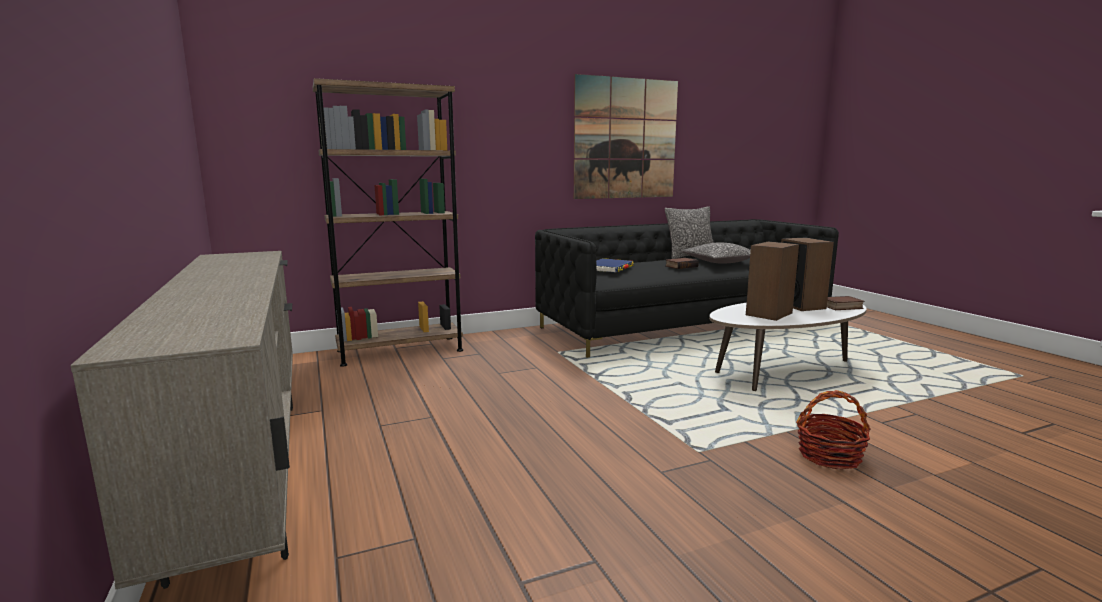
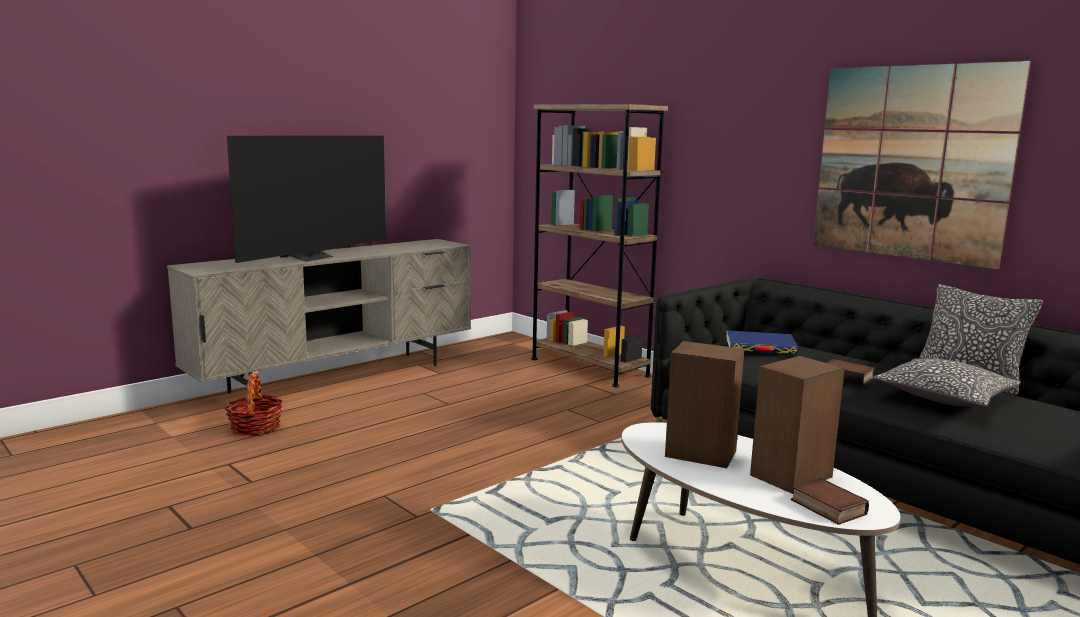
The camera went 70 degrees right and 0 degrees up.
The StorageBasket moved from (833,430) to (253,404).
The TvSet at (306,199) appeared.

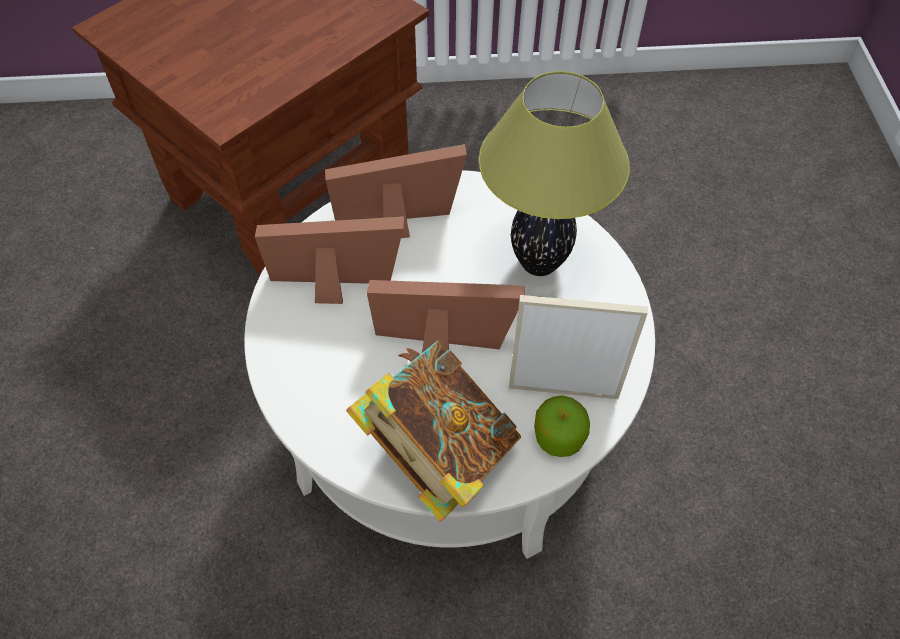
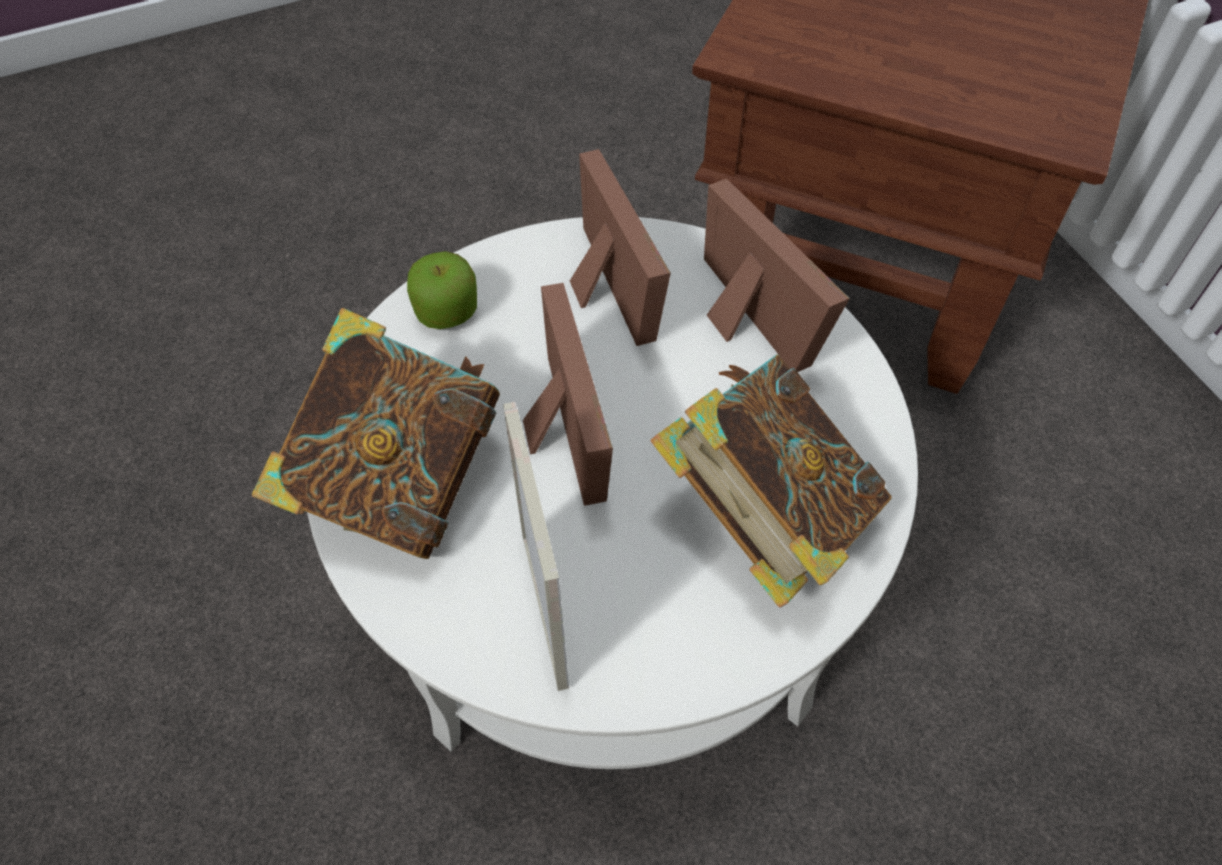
The camera went 70 degrees right and 0 degrees up.
The TableLamp at (554,173) was replaced by the Book at (771,481).
The WholeApple moved from (562,426) to (442,290).

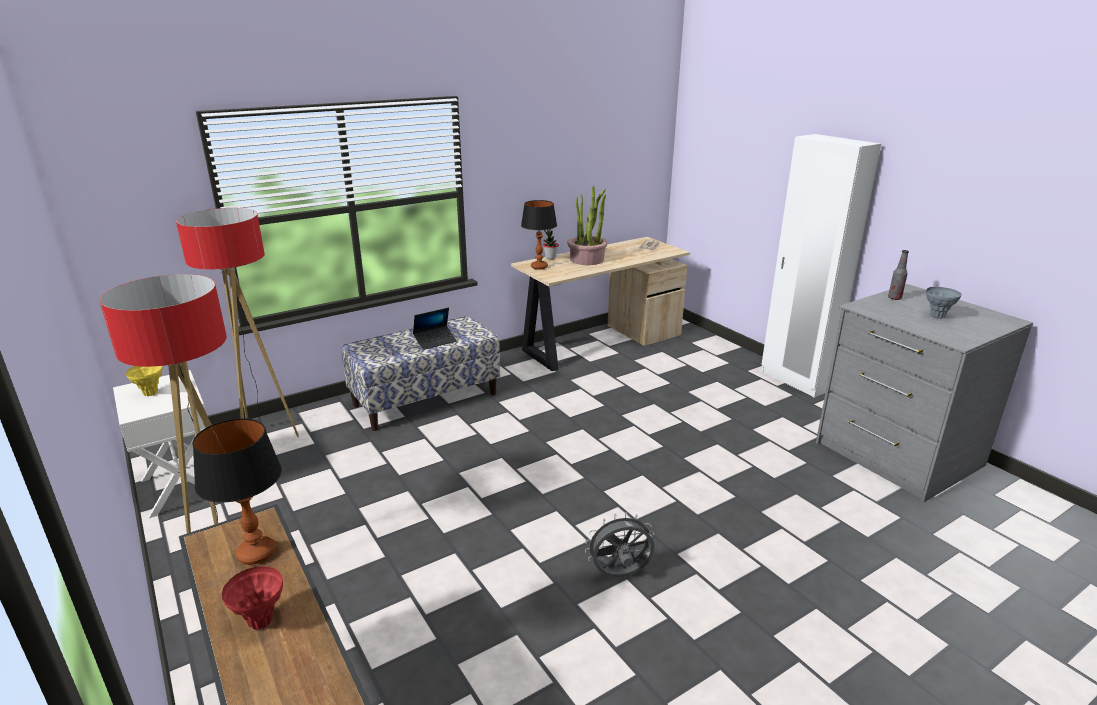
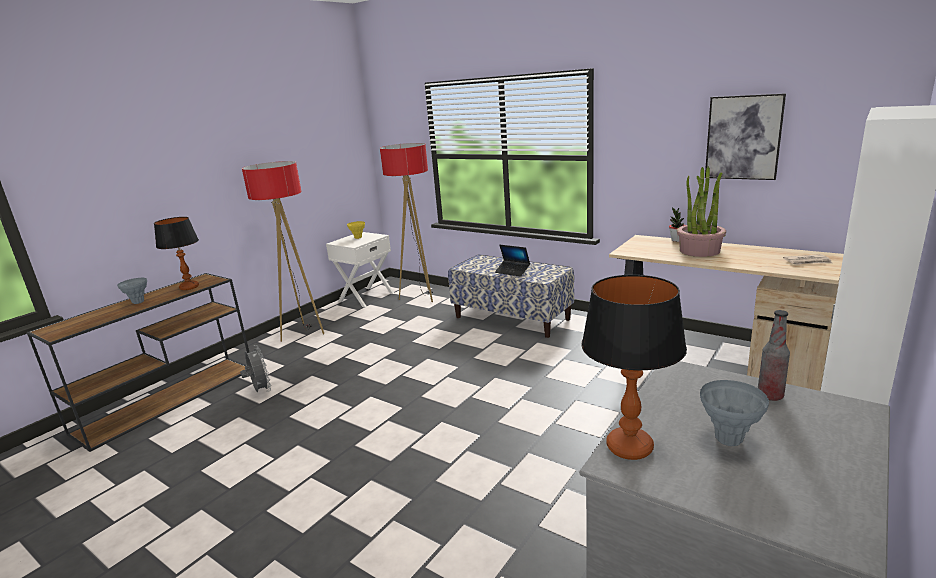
The camera went 70 degrees right and 5 degrees down.
The TableLamp moved from (539,235) to (634,367).
The GreyElectricFan moved from (620,544) to (255,368).
The RedColouredFlowerVase at (252,598) became the GreyFlowerVase at (132,291).
The WallArt at (745,136) appeared.

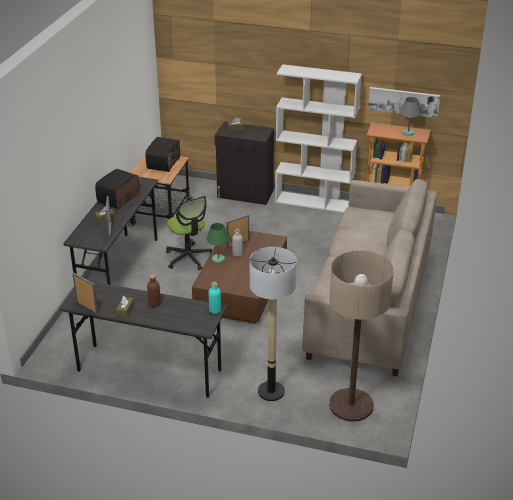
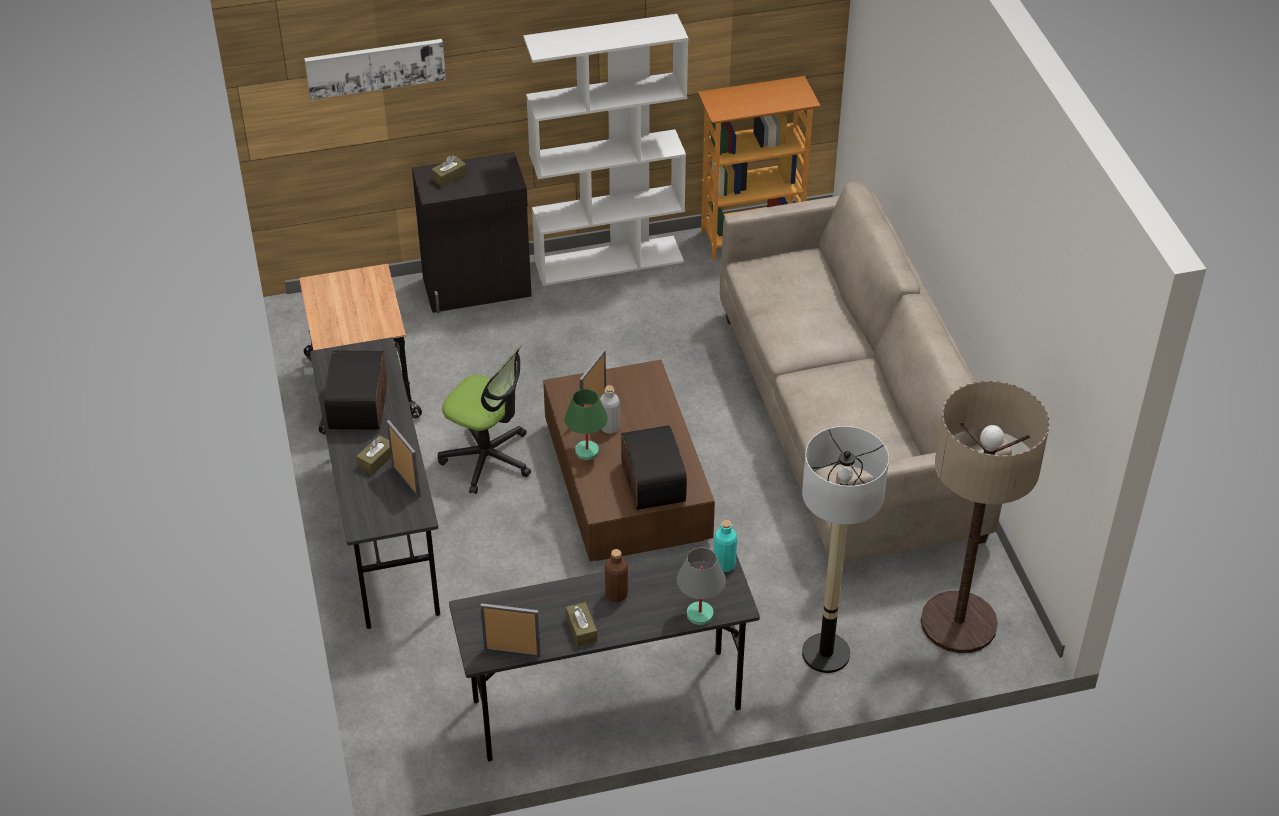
The camera went 30 degrees left and 10 degrees up.
The WallArt moved from (404,102) to (375,69).
The GreyTableLamp moved from (410,116) to (701,586).
The Radio moved from (163,154) to (654,467).

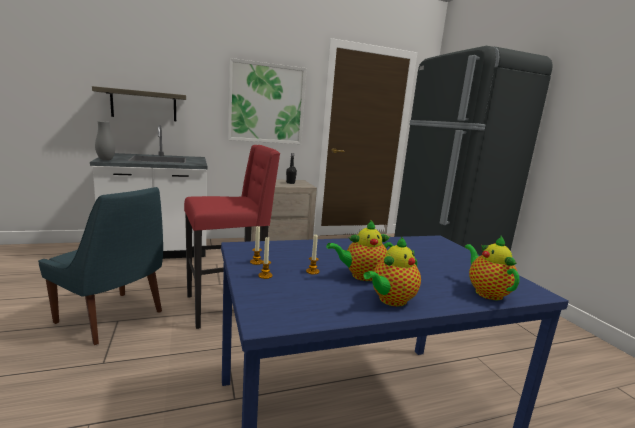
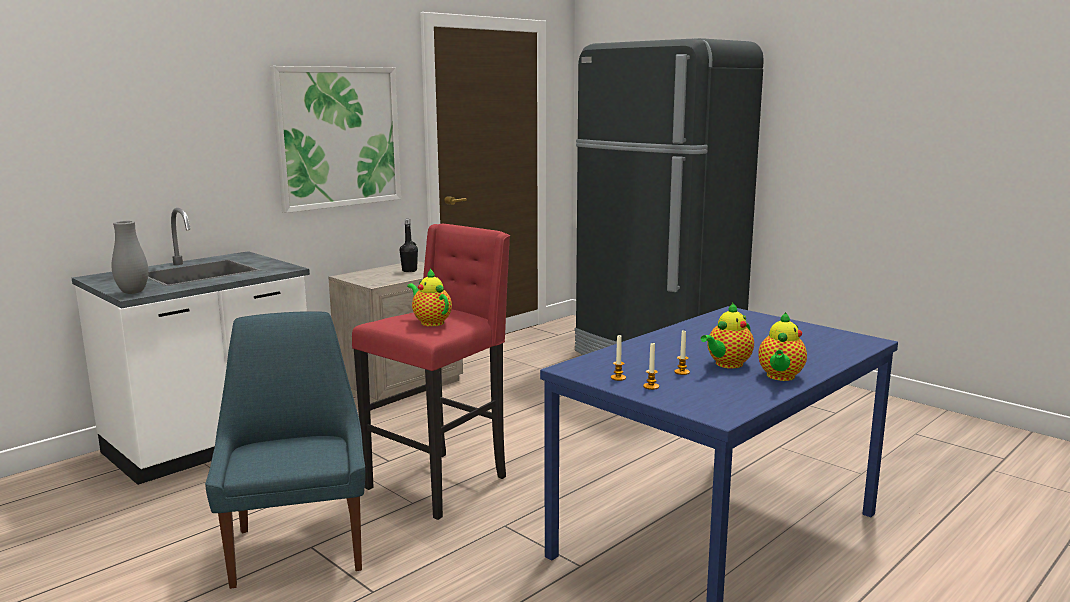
The camera went 25 degrees left and 0 degrees up.
The WallShelf at (139,103) disappeared.
The BluePlainChair at (101,266) turned 105 degrees counterclockwise.
The Teapot moved from (492,268) to (429,297).

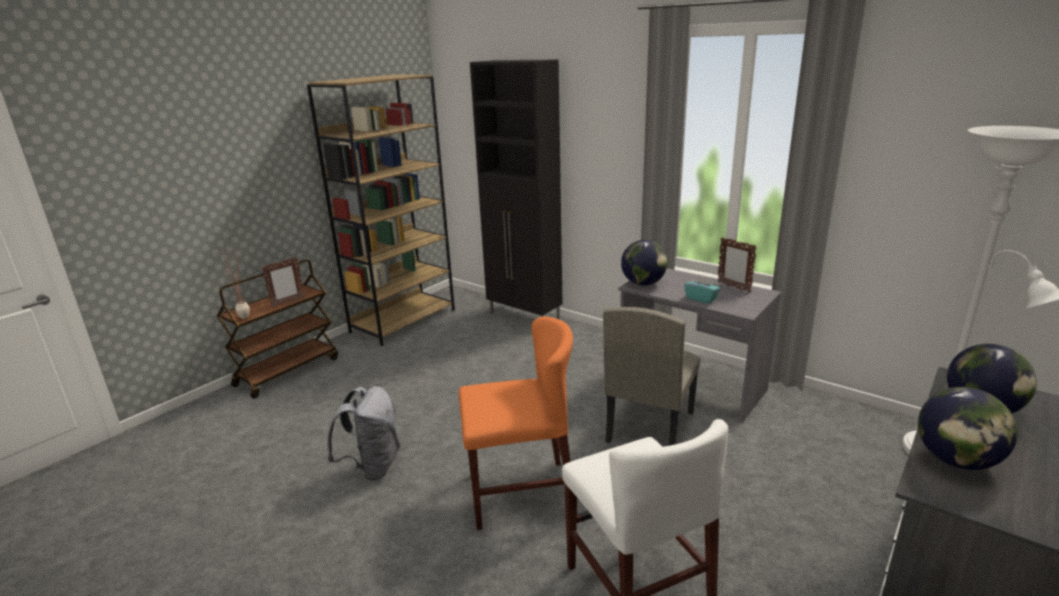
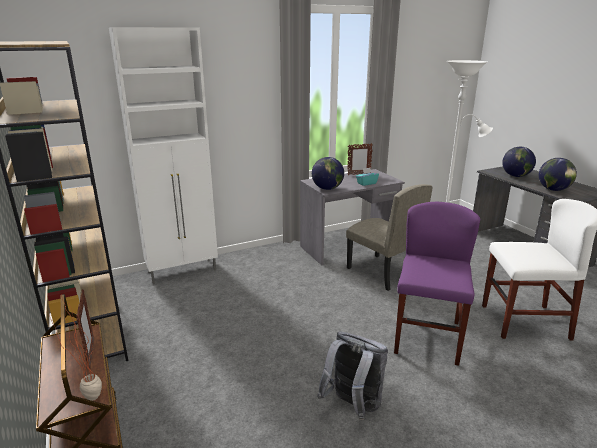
The camera went 65 degrees left and 0 degrees up.
The BlackCabinet at (516,190) became the WhitishCabinet at (163,155).
The OrangeyPlainChair at (516,423) became the PurplishPlainChair at (437,284).

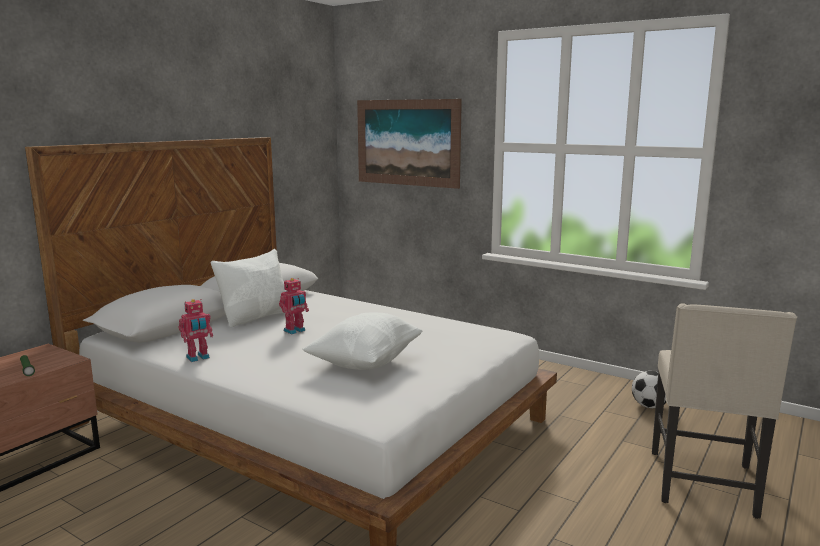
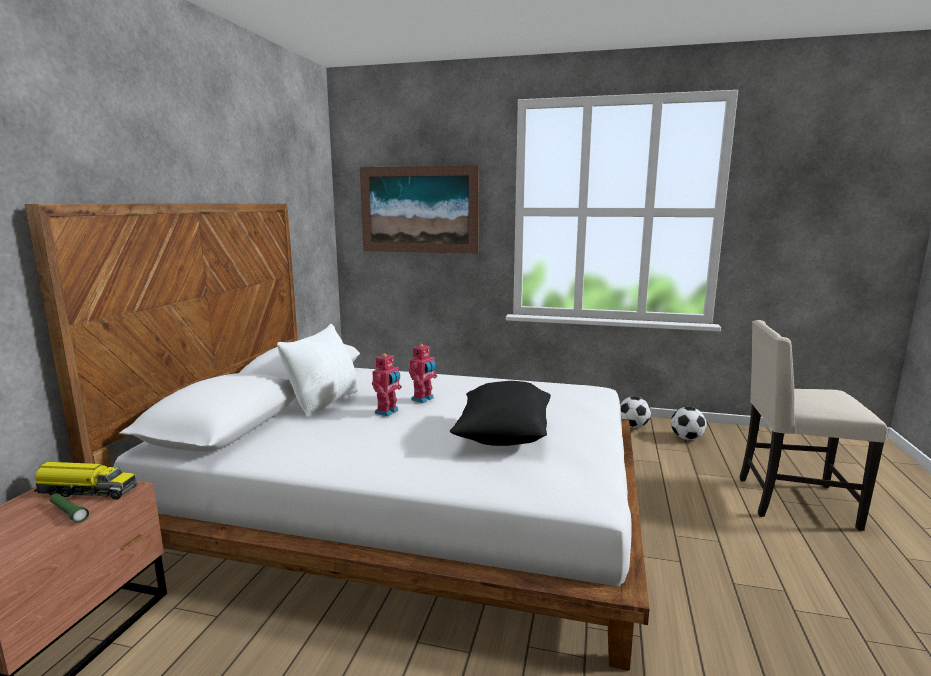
The camera went 20 degrees left and 0 degrees up.
The ToyRobot moved from (196,330) to (423,373).
The BeigePlainChair at (724,411) turned 105 degrees clockwise.
The WhitishPillow at (362,341) became the BlackPillow at (500,413).
The Football at (635,412) appeared.
The ToyTruck at (86,481) appeared.

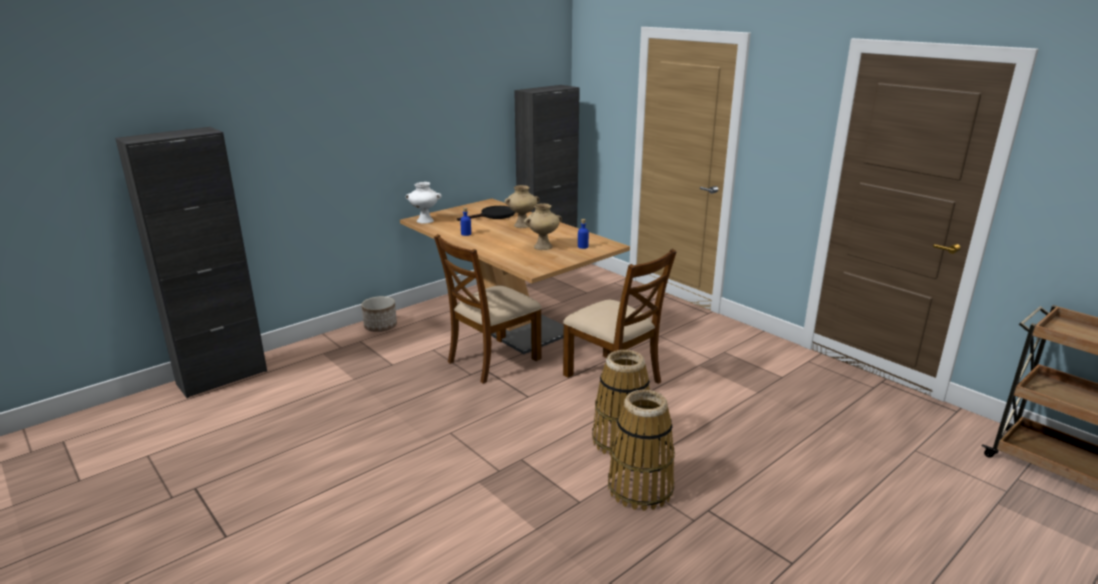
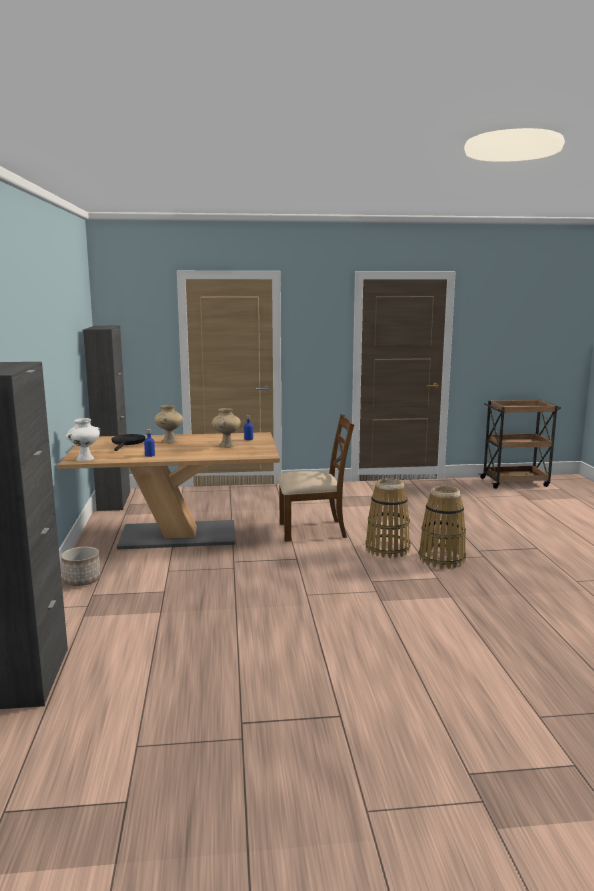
The camera went 55 degrees left and 10 degrees down.
The BrownishPlainChair at (488,309) disappeared.

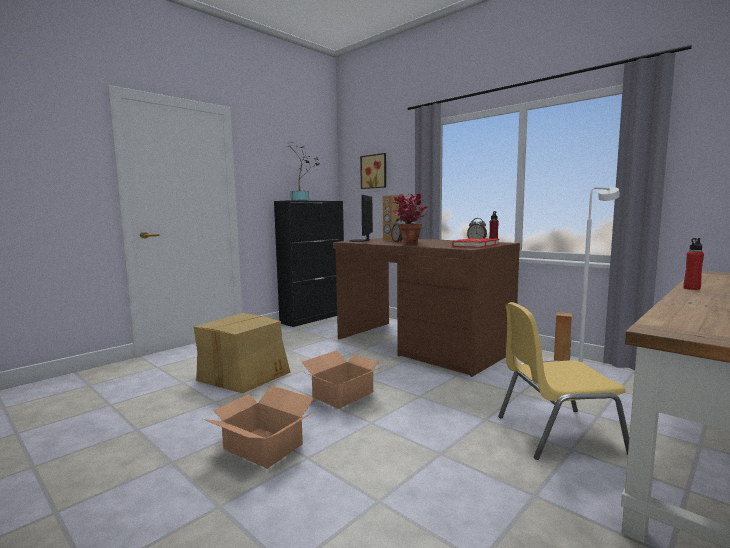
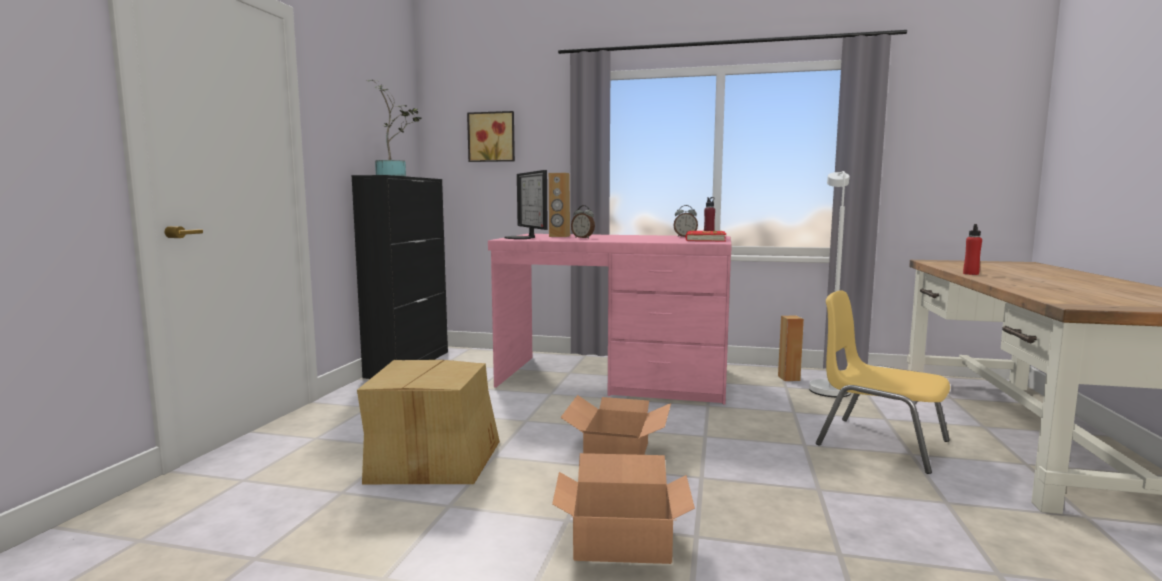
The camera went 30 degrees left and 0 degrees up.
The PlantInAPot at (410,219) disappeared.
The BrownishDeskUnit at (426,307) became the PinkColouredDeskUnit at (610,319).
The YellowishPlainChair at (563,381) turned 75 degrees clockwise.

